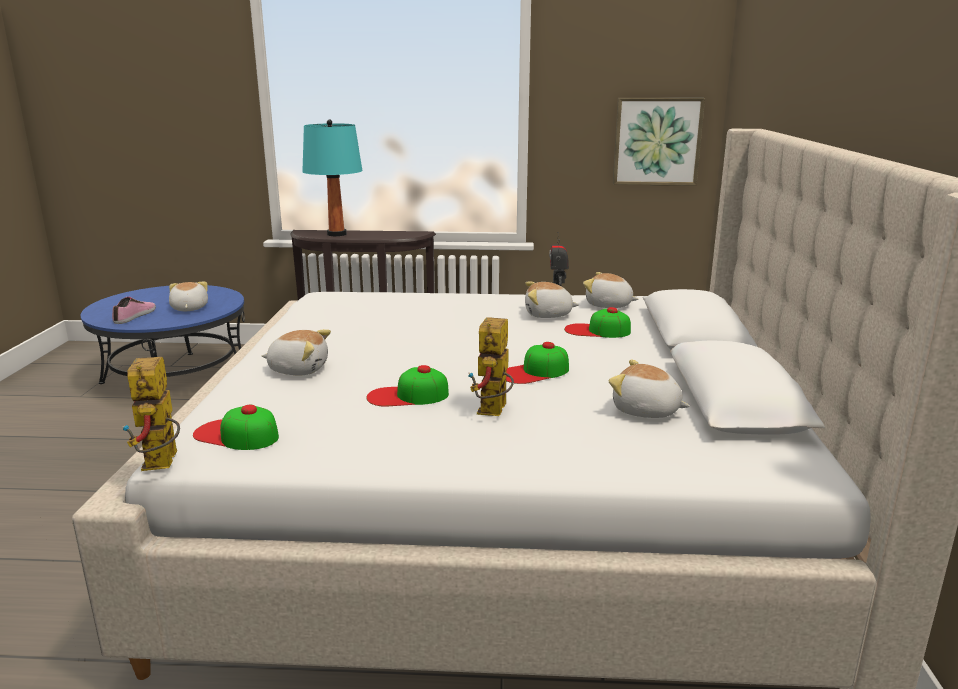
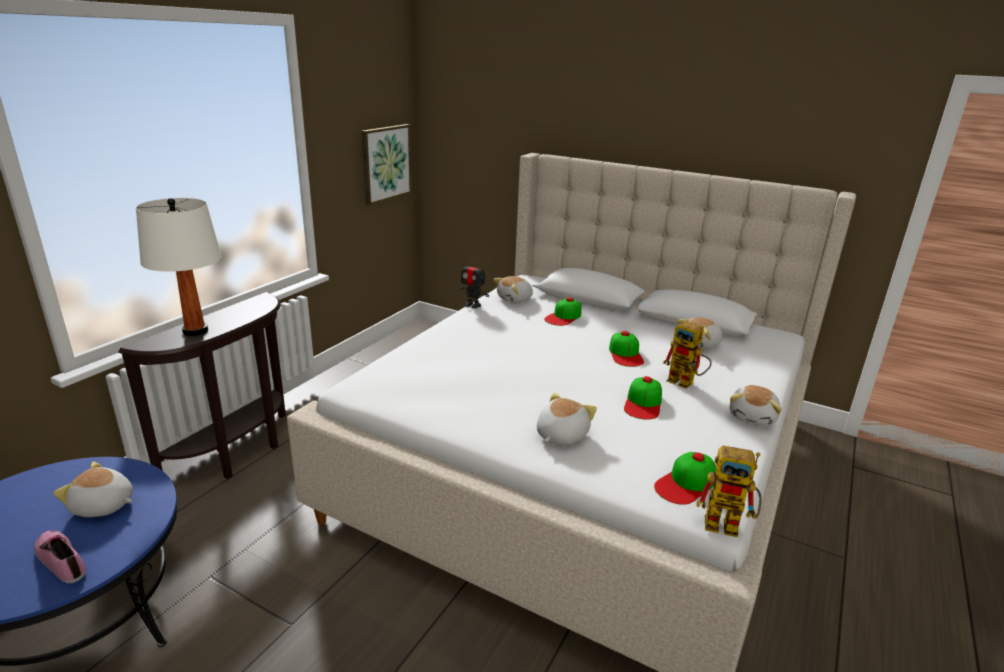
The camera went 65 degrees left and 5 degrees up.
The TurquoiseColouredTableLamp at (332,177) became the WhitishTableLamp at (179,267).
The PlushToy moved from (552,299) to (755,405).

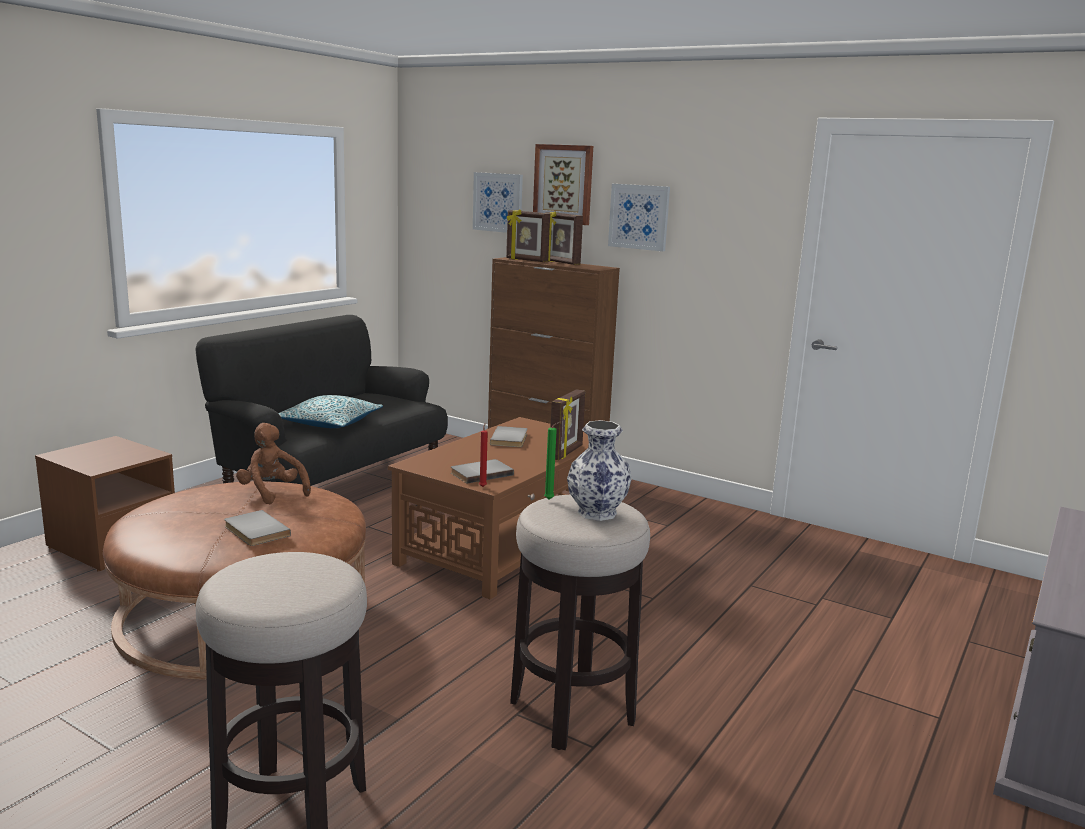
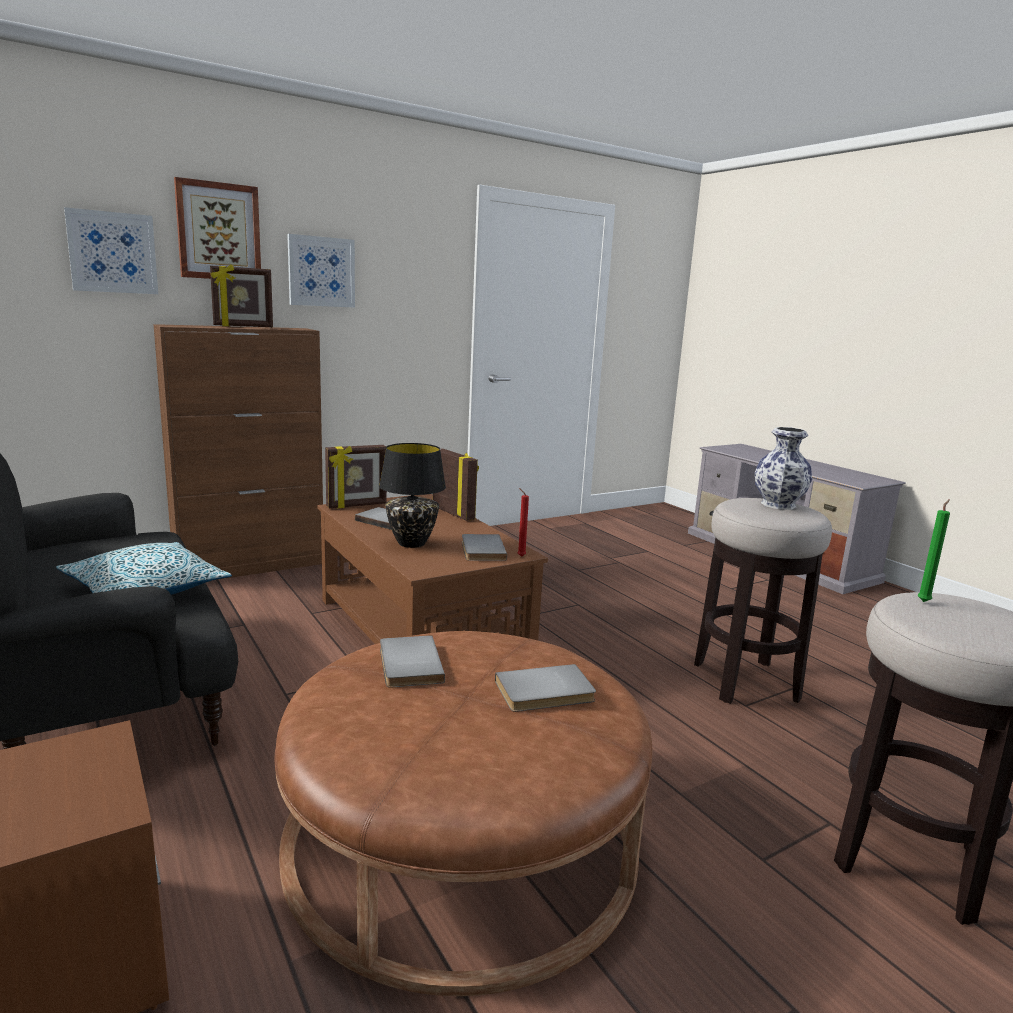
The camera went 65 degrees left and 0 degrees up.
The StandingFrame moved from (528,236) to (356,477).
The GreenishWaxCandle moved from (552,460) to (934,550).
The BrownishPlushToy at (273,463) was replaced by the GreyBook at (412,661).
The BlackTableLamp at (412,495) appeared.

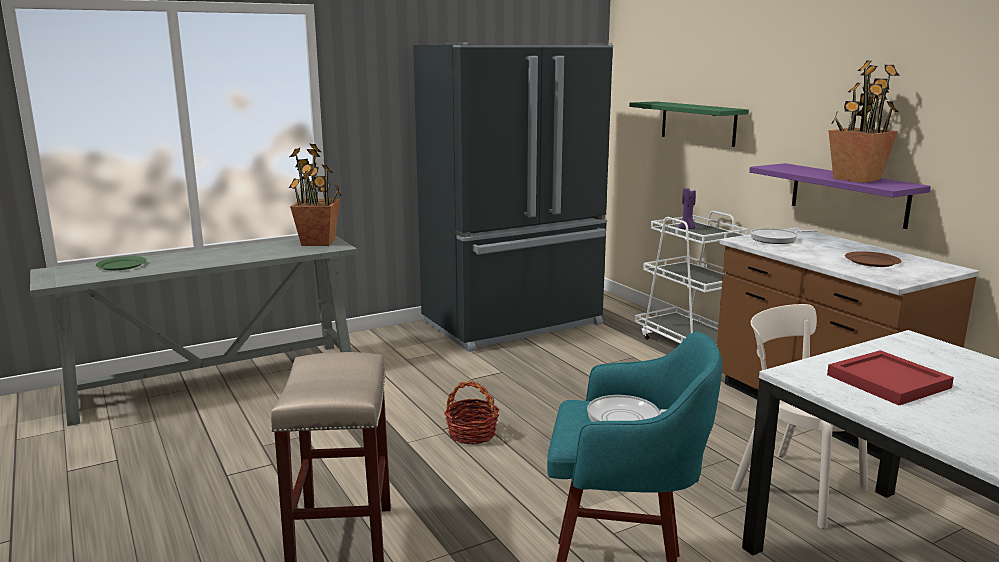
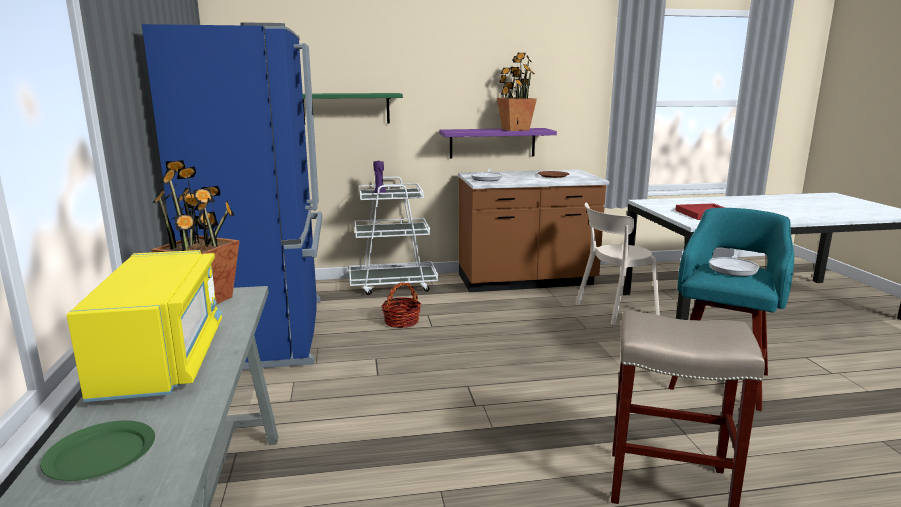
The camera went 70 degrees left and 0 degrees up.
The BlackKitchenFridge at (513,197) became the BlueKitchenFridge at (232,196).
The StorageBasket moved from (471,412) to (401,305).
The YellowishMicrowaveOven at (144,326) appeared.

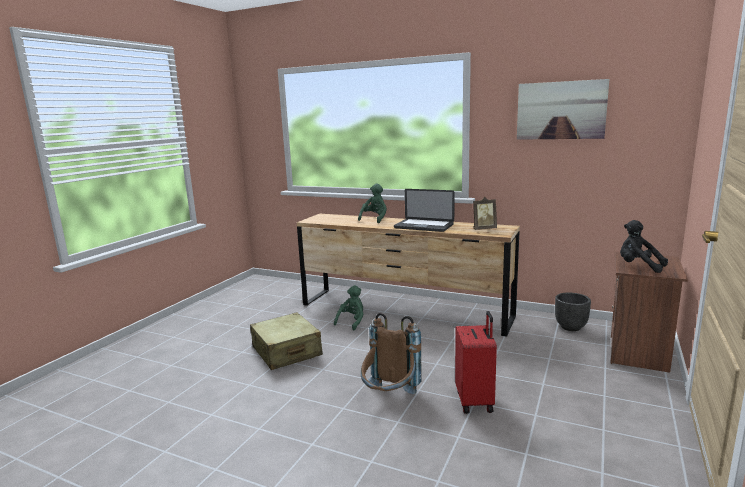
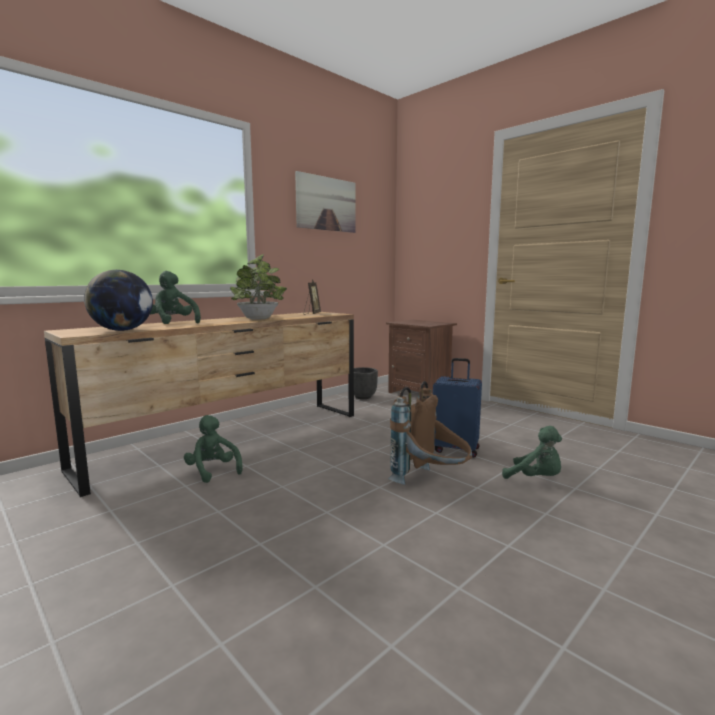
The camera went 70 degrees left and 5 degrees down.
The Laptop at (424,210) was replaced by the PlantInAPot at (258,287).
The BlackPlushToy at (644,246) disappeared.
The RedColouredPieceOfLuggage at (476,362) became the BluePieceOfLuggage at (457,407).
The BeigePieceOfLuggage at (286,341) disappeared.
The DeskGlobe at (118,300) appeared.
The GreenishPlushToy at (532,452) appeared.

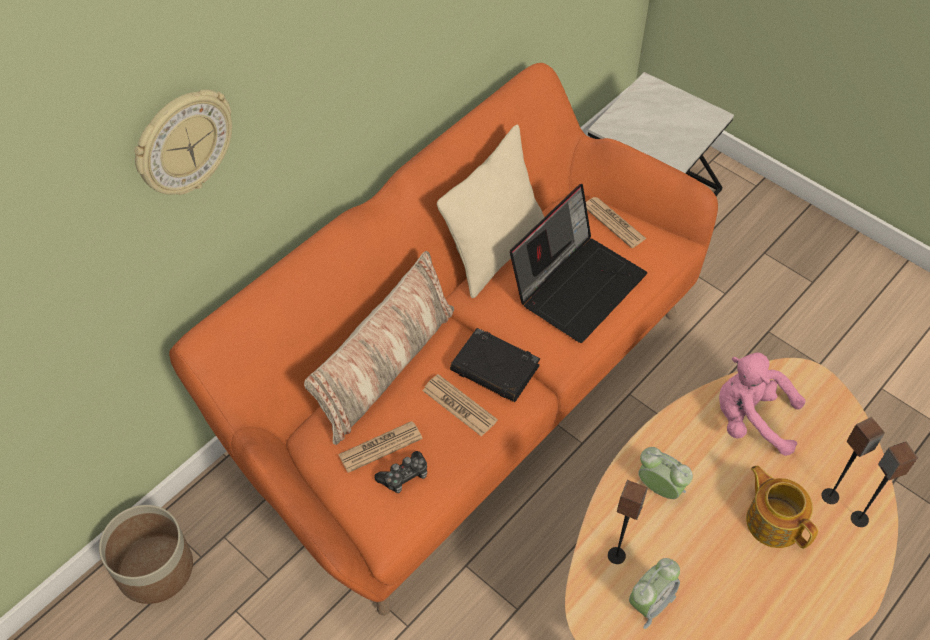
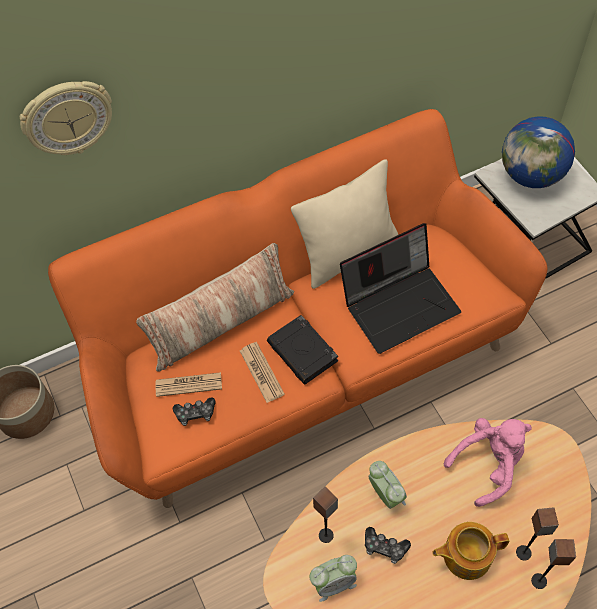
The camera went 25 degrees right and 5 degrees up.
The DailyPaper at (616,222) disappeared.
The PinkColouredPlushToy at (762,404) turned 105 degrees clockwise.
The Teapot at (782,507) turned 90 degrees counterclockwise.
The DeskGlobe at (538,152) appeared.
The Joypad at (388,545) appeared.

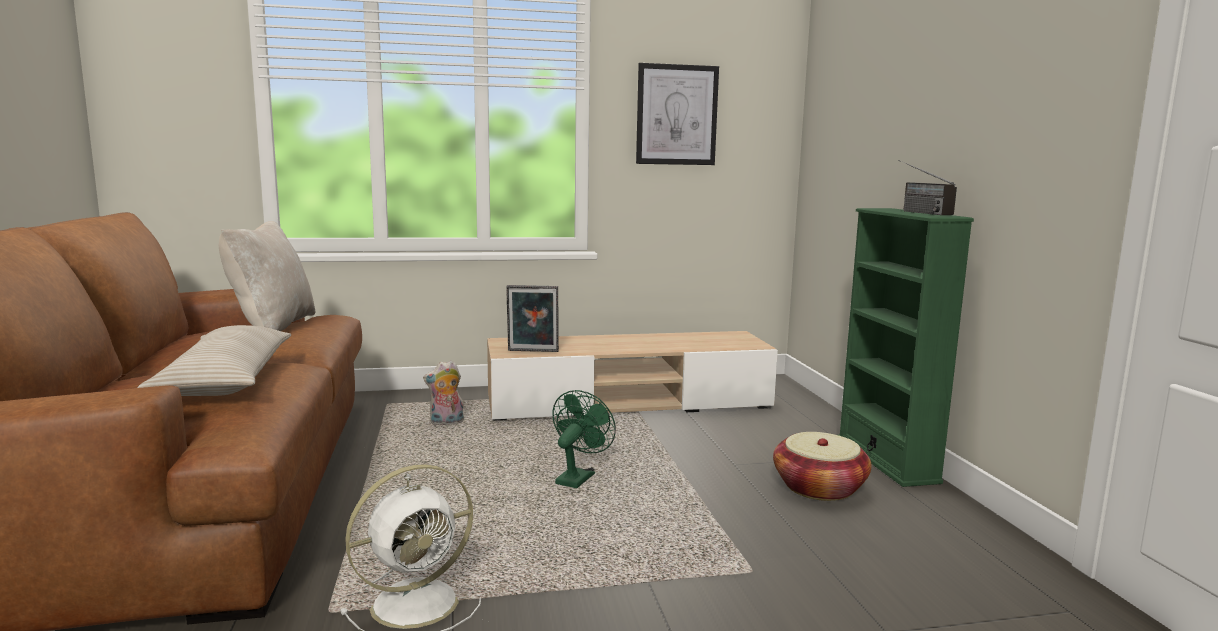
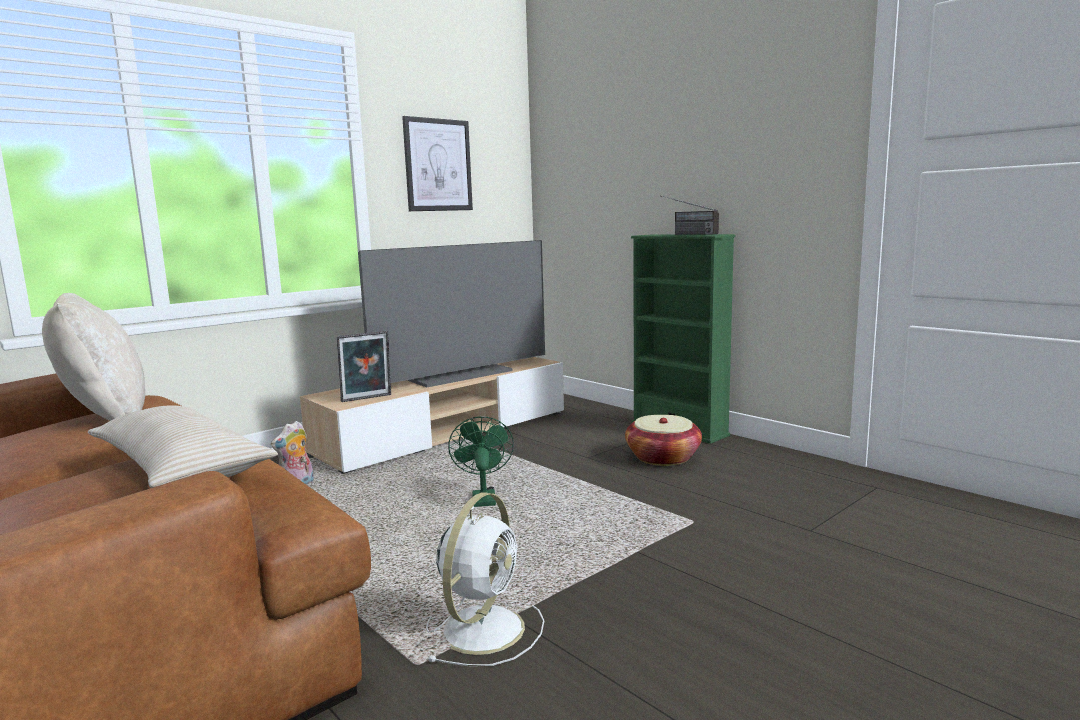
The camera went 30 degrees left and 0 degrees up.
The TvSet at (451,313) appeared.

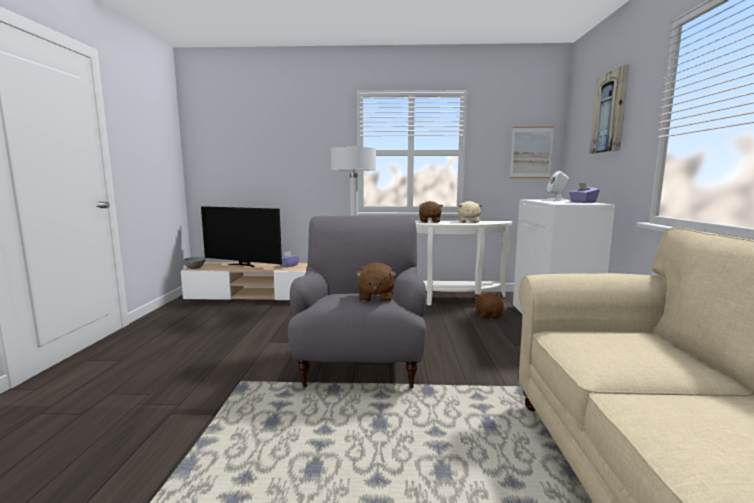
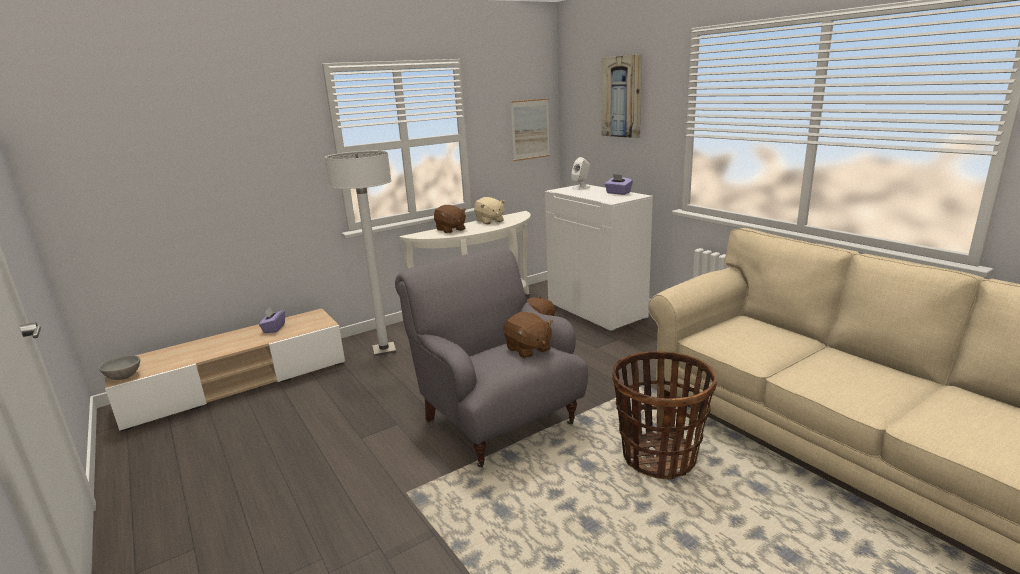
The camera went 35 degrees left and 10 degrees up.
The TvSet at (241,236) disappeared.
The StorageBasket at (664,415) appeared.

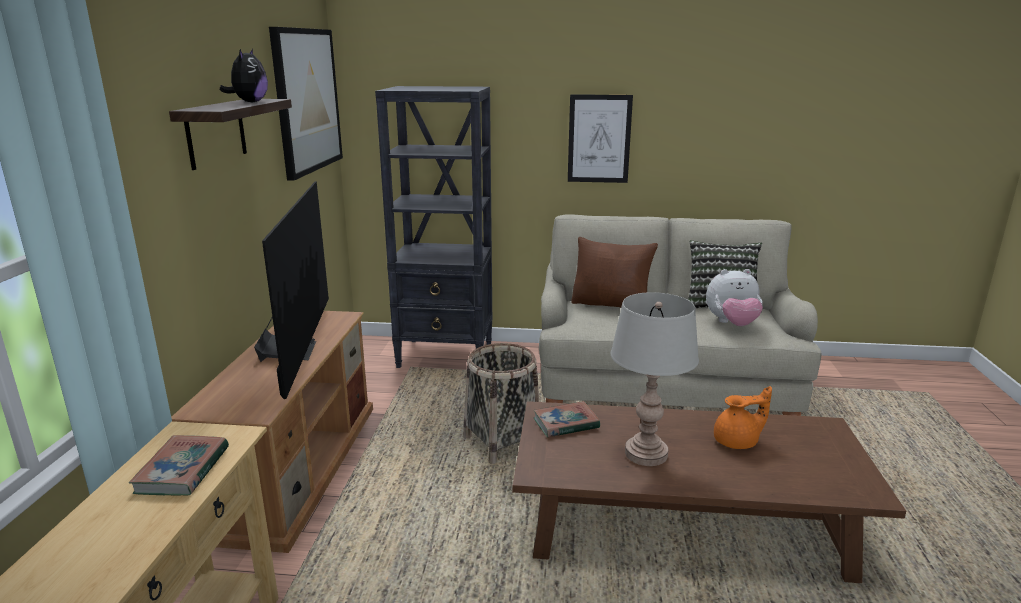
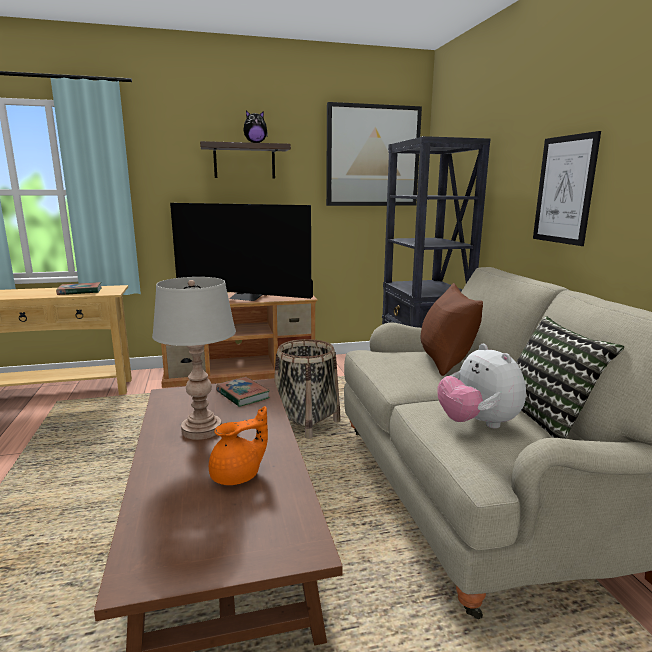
The camera went 70 degrees right and 5 degrees down.
The TvSet at (291,290) turned 45 degrees clockwise.
The OrangeyTeapot at (743,417) turned 90 degrees counterclockwise.

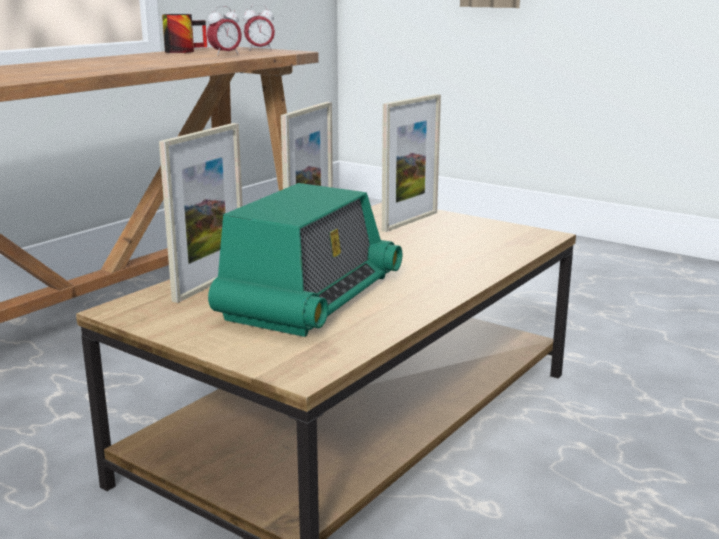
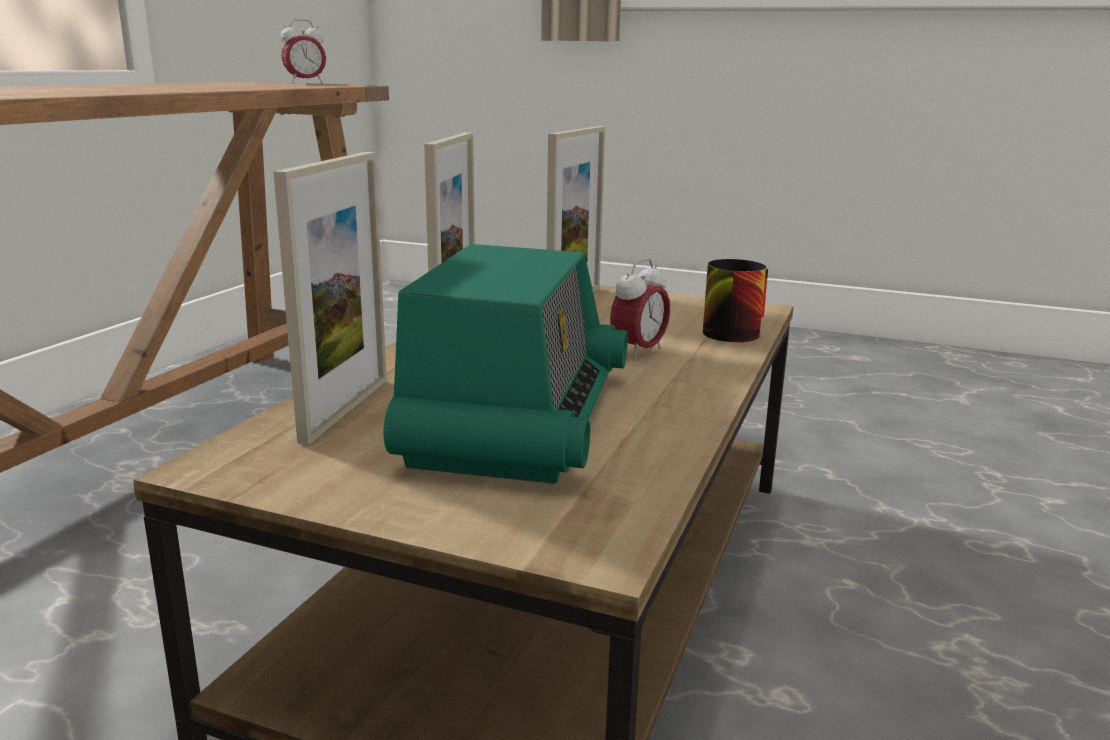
The camera went 15 degrees left and 0 degrees up.
The AlarmClock moved from (224,31) to (640,309).
The Mug moved from (184,33) to (735,300).

